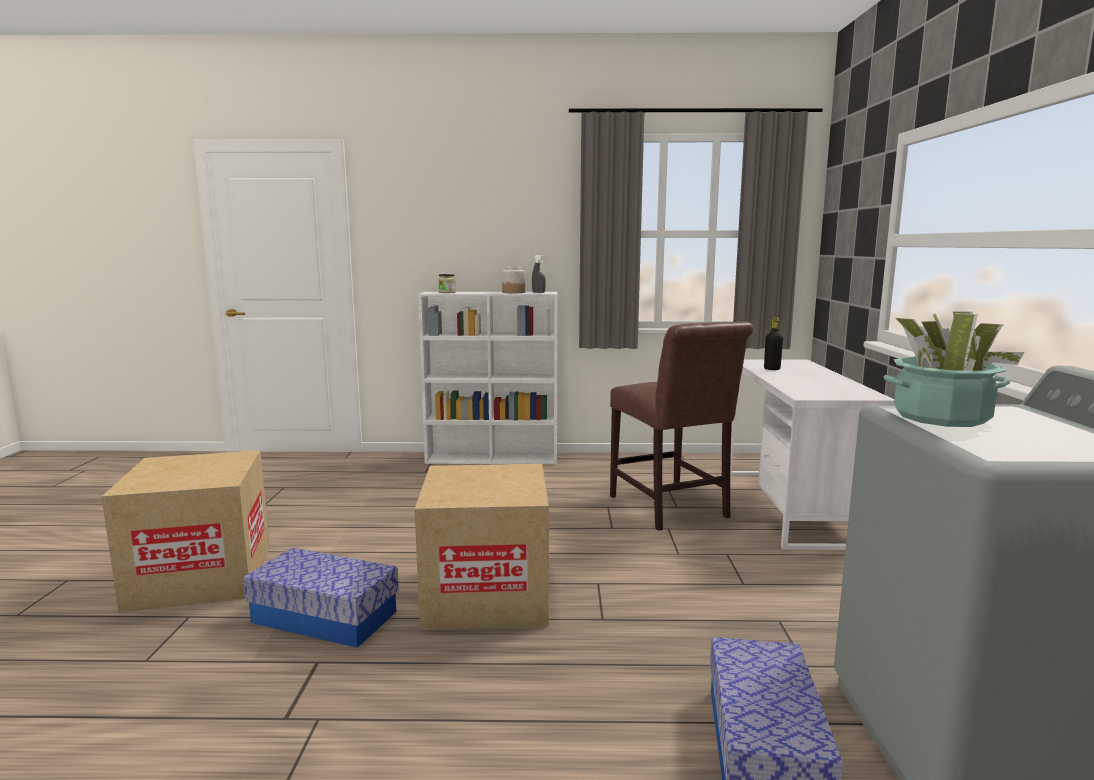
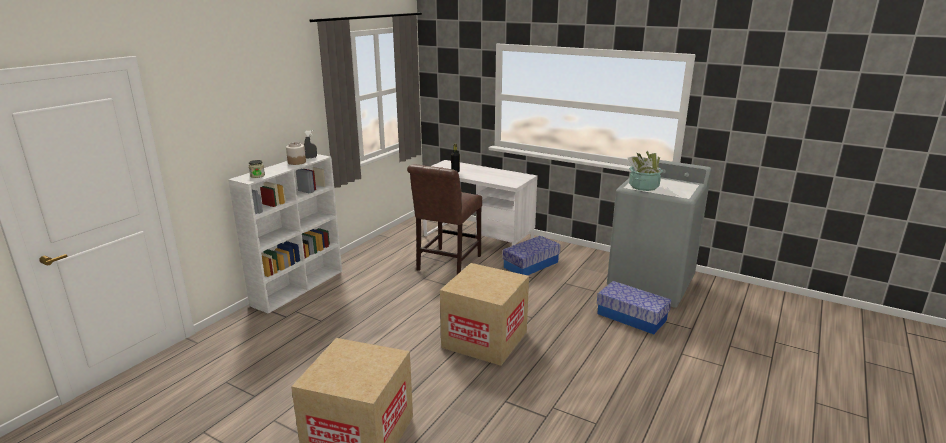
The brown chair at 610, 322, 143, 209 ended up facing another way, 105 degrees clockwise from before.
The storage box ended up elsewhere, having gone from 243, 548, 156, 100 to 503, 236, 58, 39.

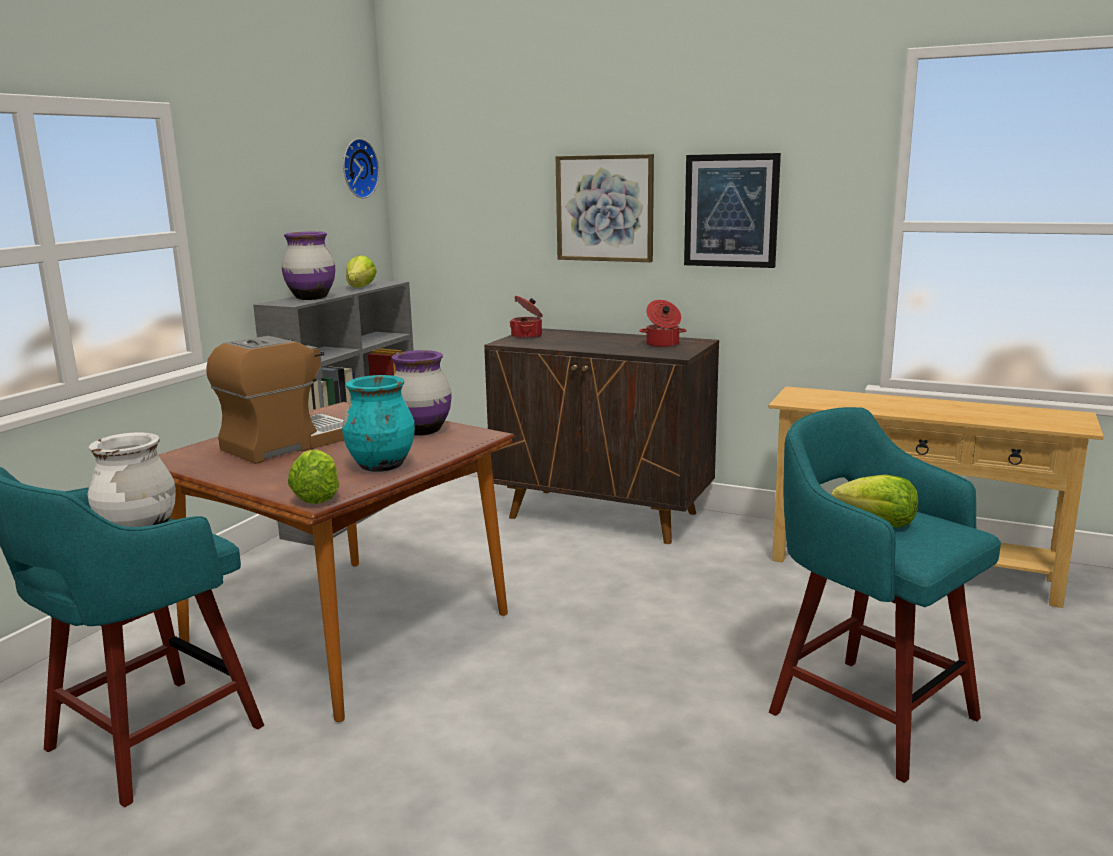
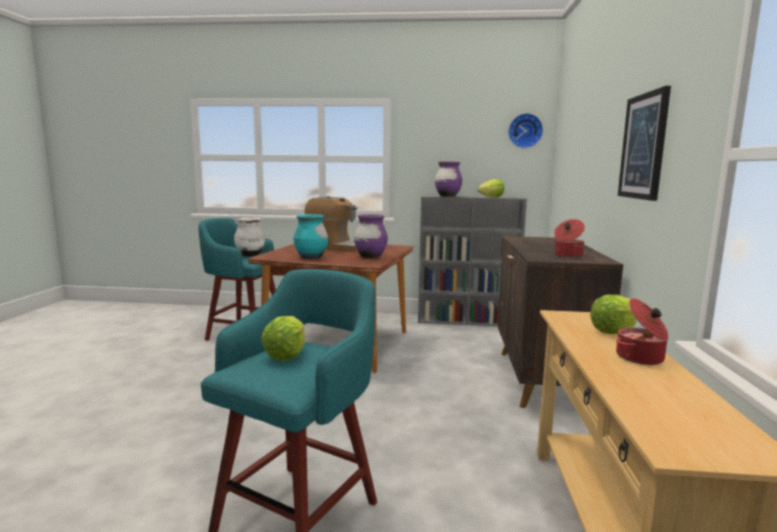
The lettuce ended up elsewhere, having gone from 288, 449, 51, 55 to 590, 295, 48, 39.
The cooking pot ended up elsewhere, having gone from 510, 296, 33, 43 to 616, 298, 52, 67.
The second view lost the picture at 556, 154, 98, 108.

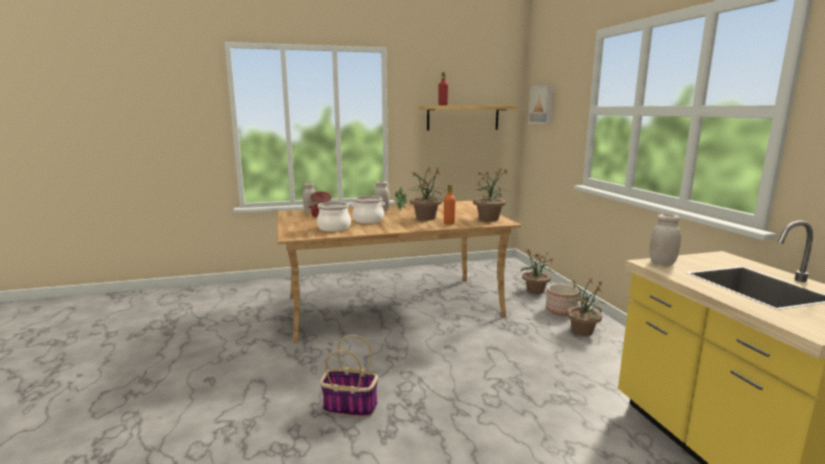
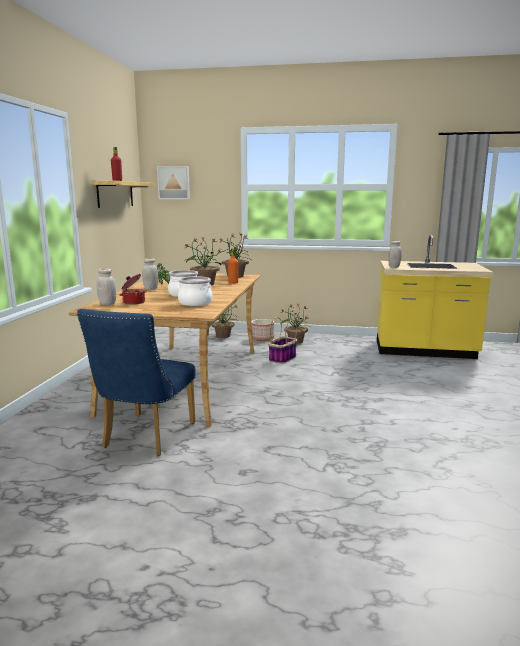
The second view gained the blue chair at 77, 309, 119, 147.
The basket ended up elsewhere, having gone from 320, 335, 58, 82 to 268, 317, 29, 47.

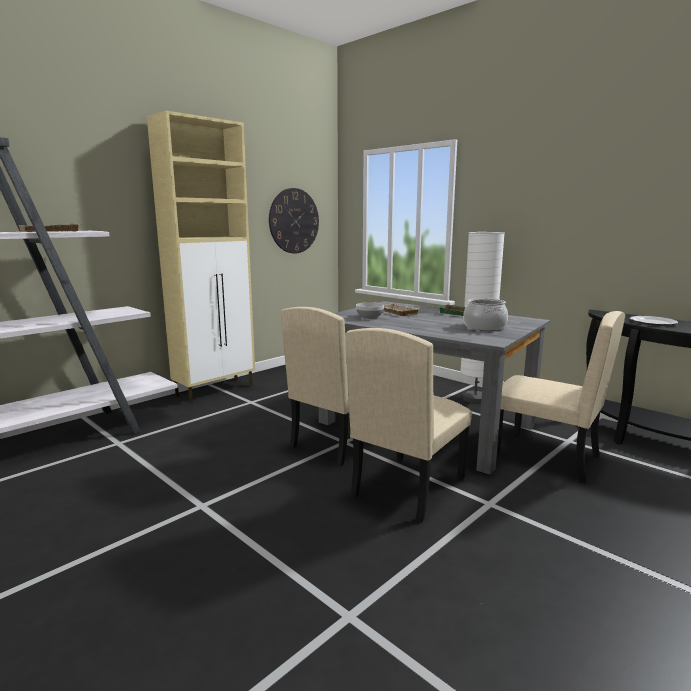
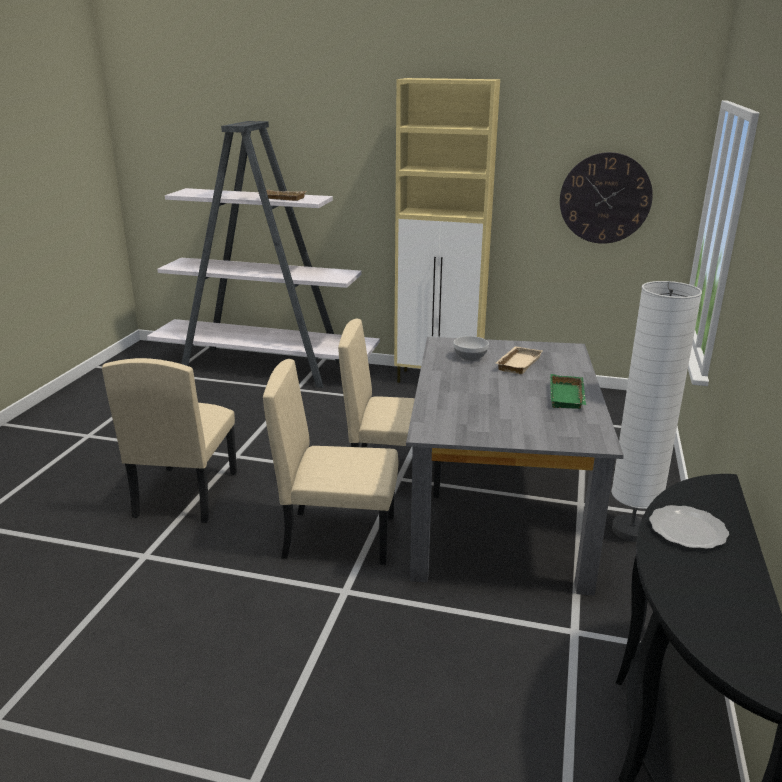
The beige chair ended up elsewhere, having gone from 496, 311, 129, 172 to 102, 358, 135, 165.
The second view lost the cooking pot at 463, 298, 45, 33.

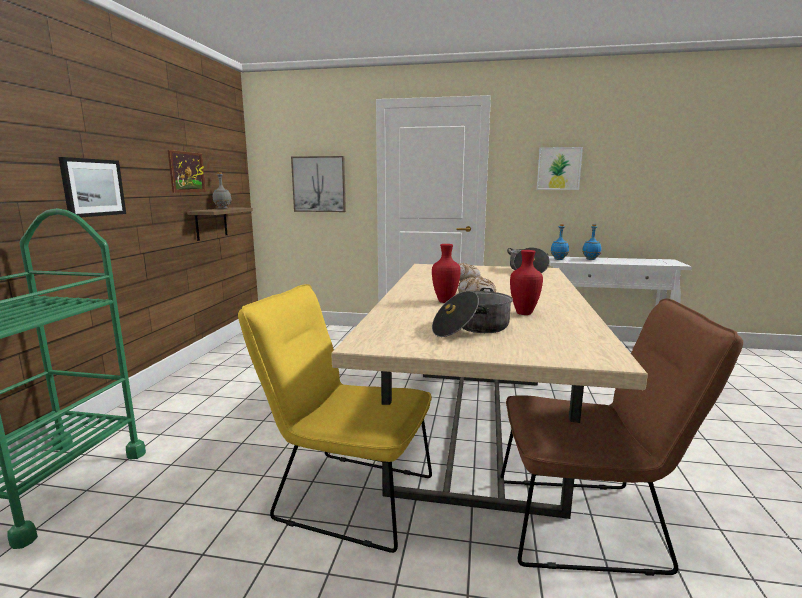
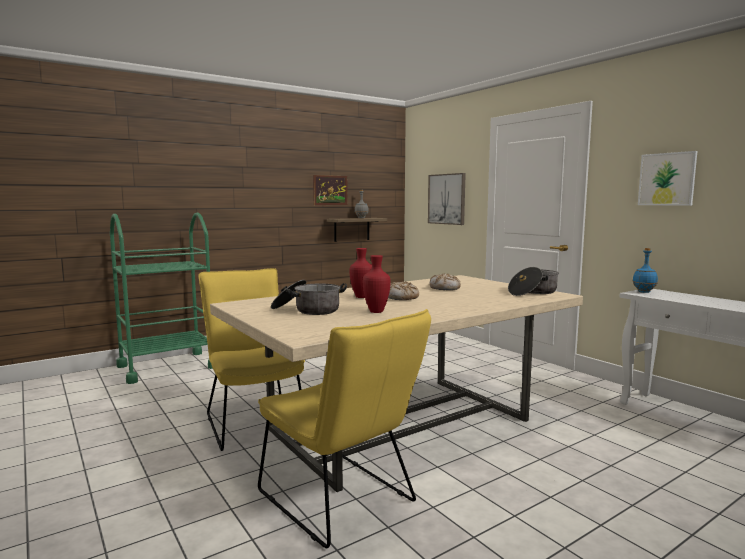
What was the brown chair at 501, 298, 242, 278 turned into the yellow chair at 258, 309, 173, 239.
The second view lost the picture at 58, 157, 68, 60.
The second view lost the blue bottle at 583, 224, 18, 36.

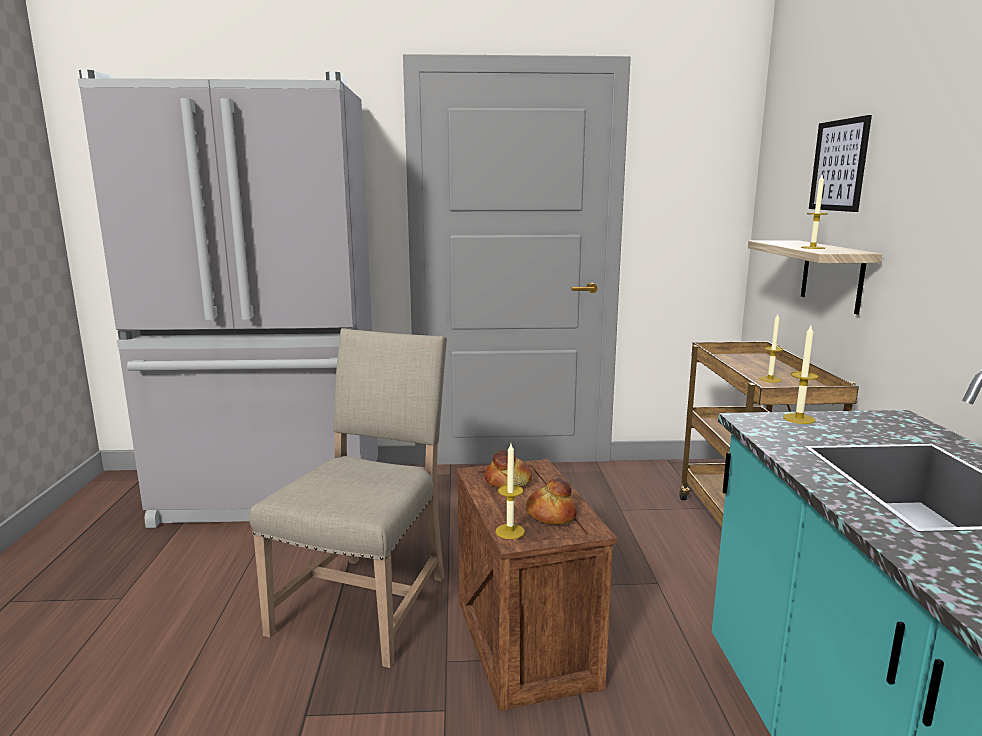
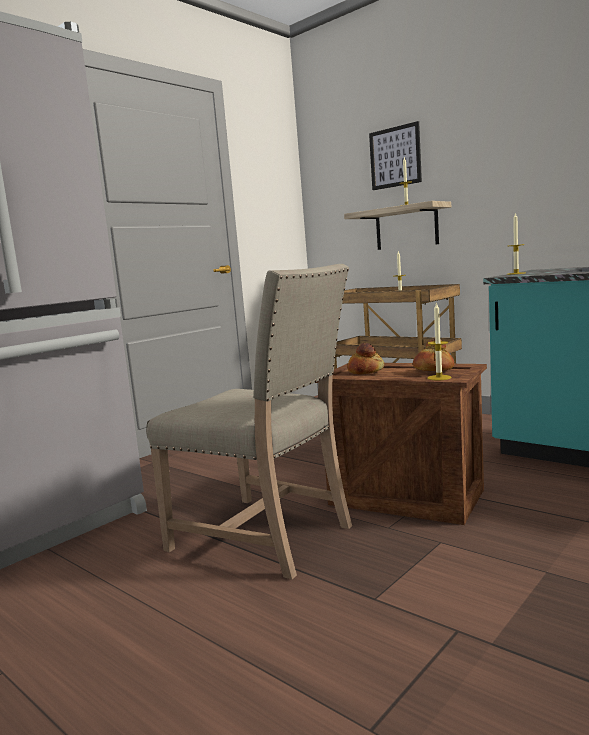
The beige chair at 249, 328, 198, 340 ended up facing another way, 150 degrees clockwise from before.

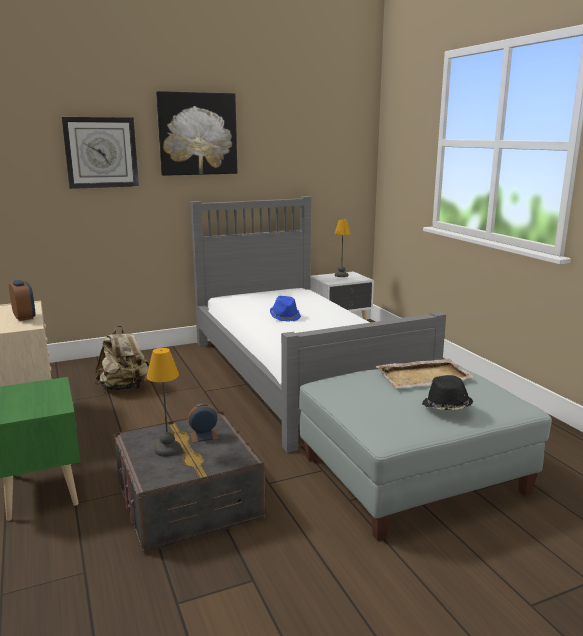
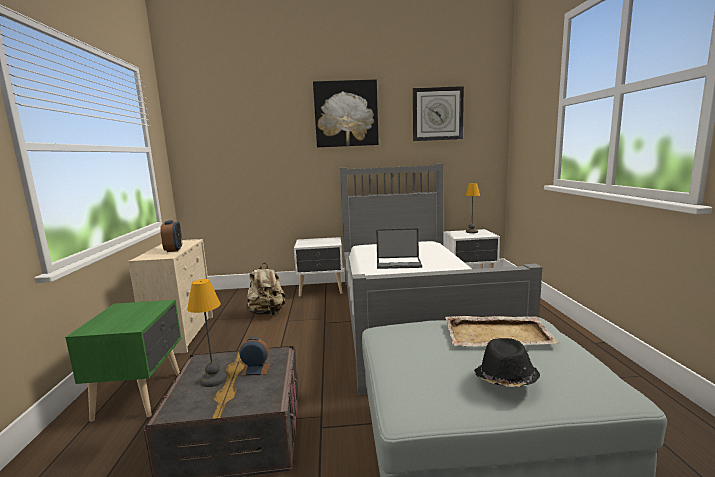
The second view gained the white nightstand at 294, 237, 49, 59.
Where the blue hat stood at 270, 296, 31, 26, the laptop came to stand at 376, 228, 46, 41.
The wall clock ended up elsewhere, having gone from 62, 117, 77, 72 to 413, 86, 51, 55.

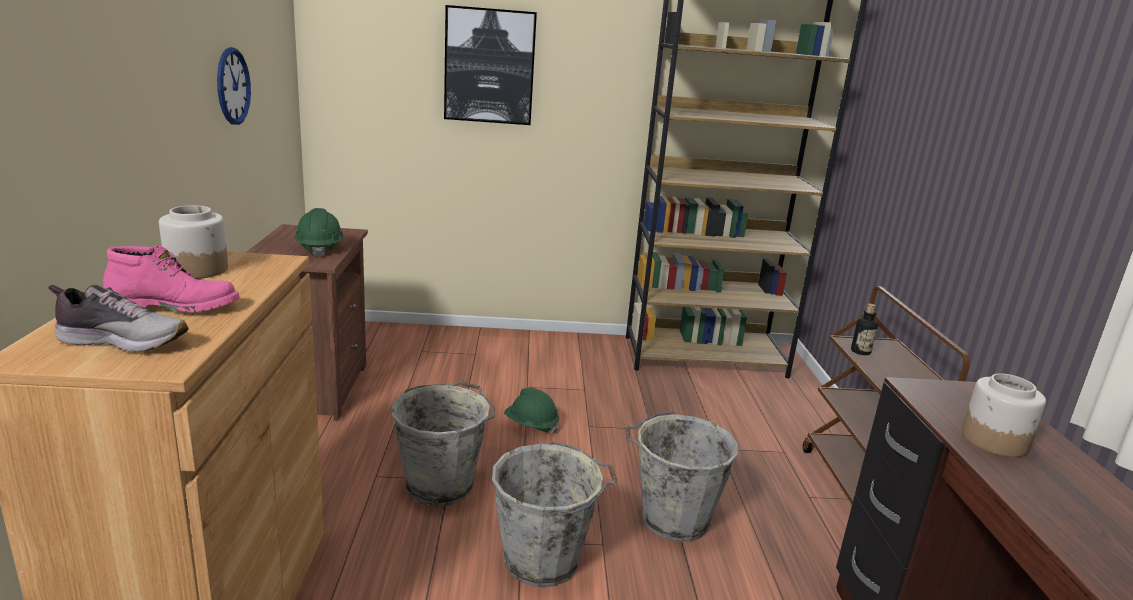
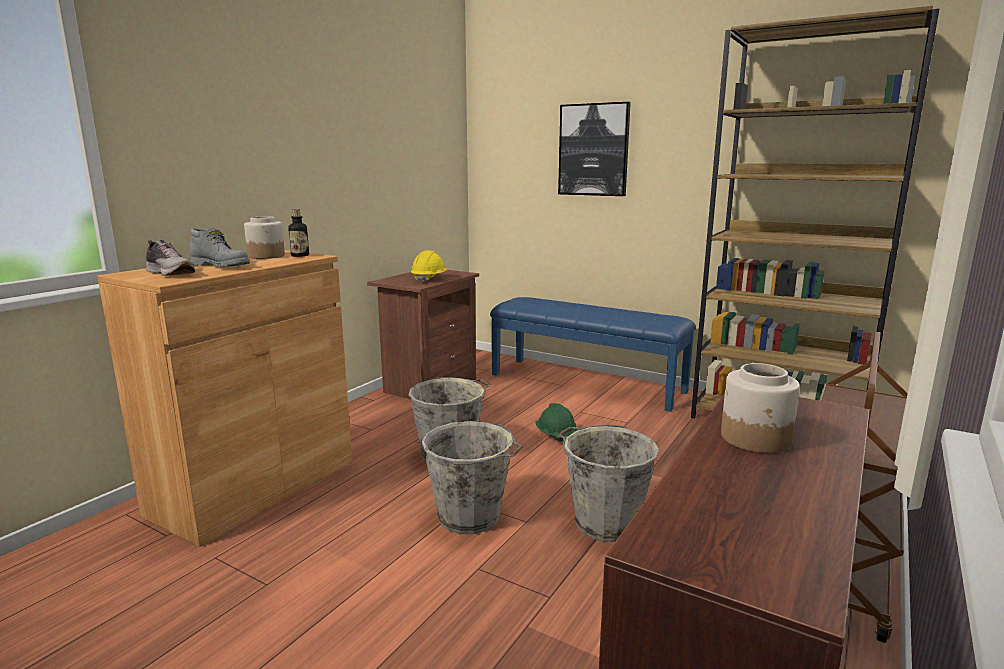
What was the pink boot at 103, 246, 136, 66 turned into the grey boot at 189, 228, 61, 39.
The bottle ended up elsewhere, having gone from 851, 304, 27, 51 to 288, 209, 21, 48.
What was the green hard hat at 295, 208, 49, 49 turned into the yellow hard hat at 411, 250, 36, 33.
The second view gained the blue bench at 490, 297, 206, 115.
The second view lost the wall clock at 217, 47, 34, 78.

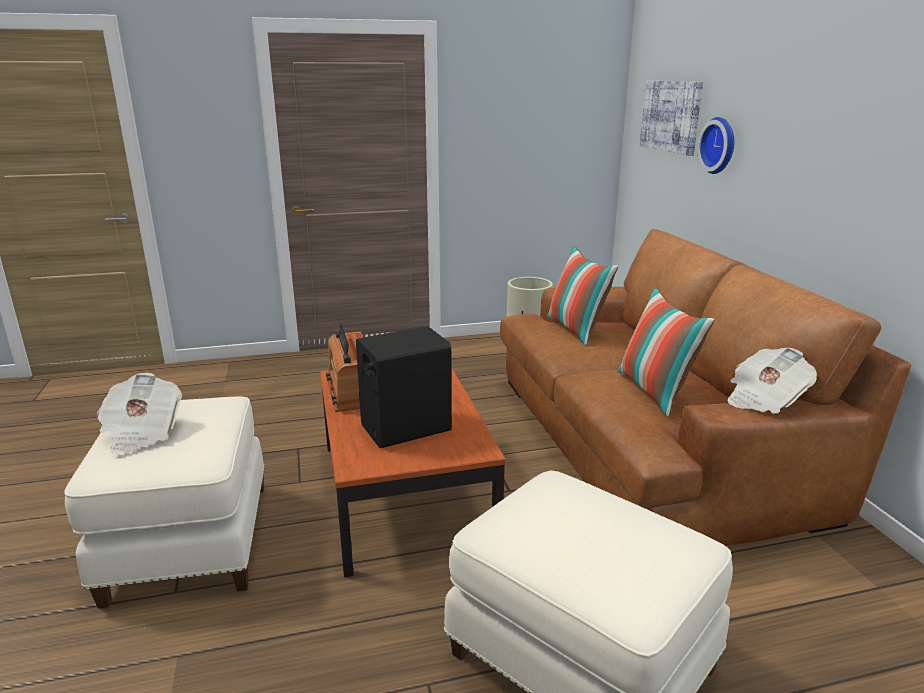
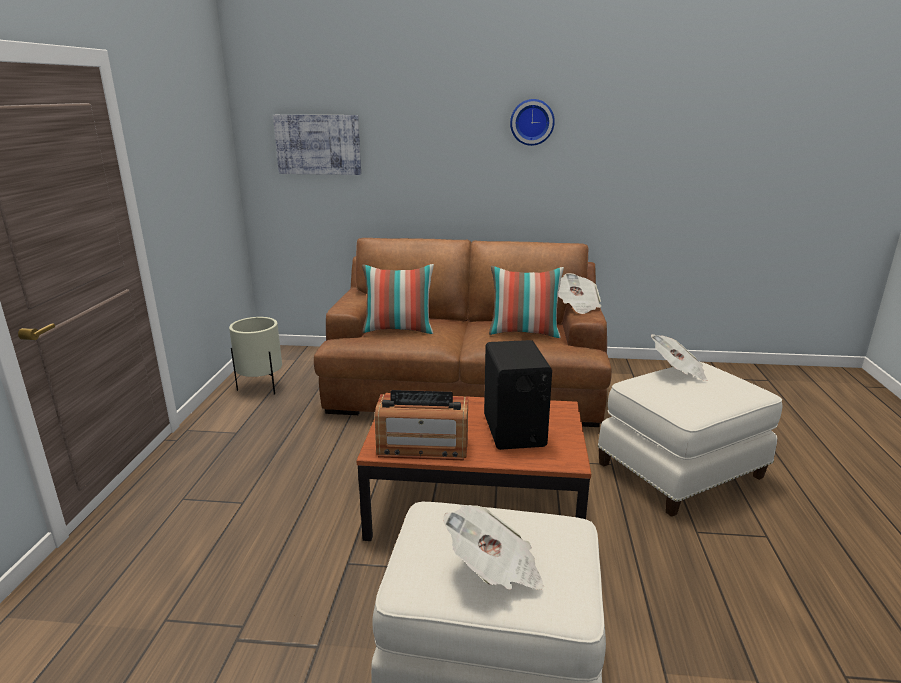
The wall clock ended up elsewhere, having gone from 697, 117, 37, 57 to 510, 99, 45, 47.
The second view gained the newspaper at 651, 334, 57, 47.

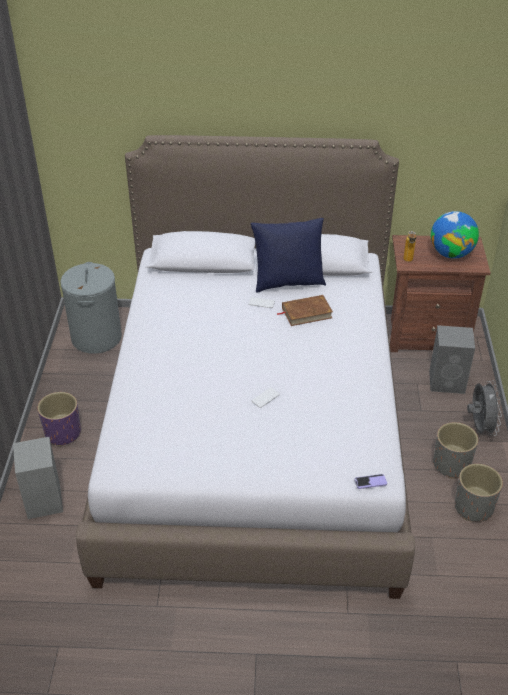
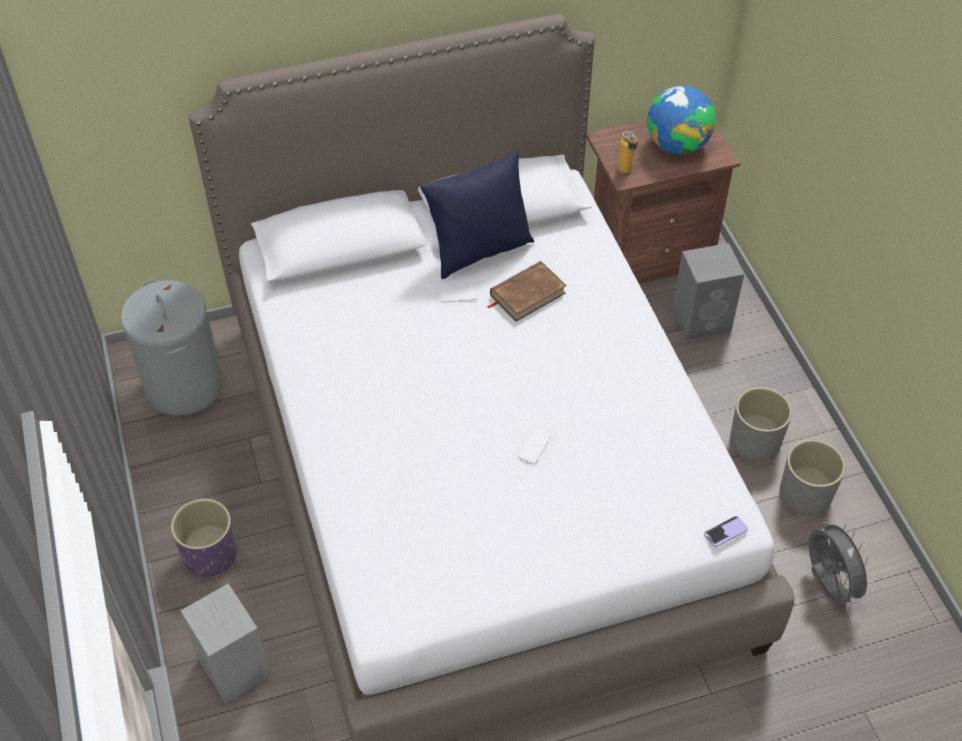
The grey fan ended up elsewhere, having gone from 467, 380, 35, 56 to 808, 518, 66, 86.

